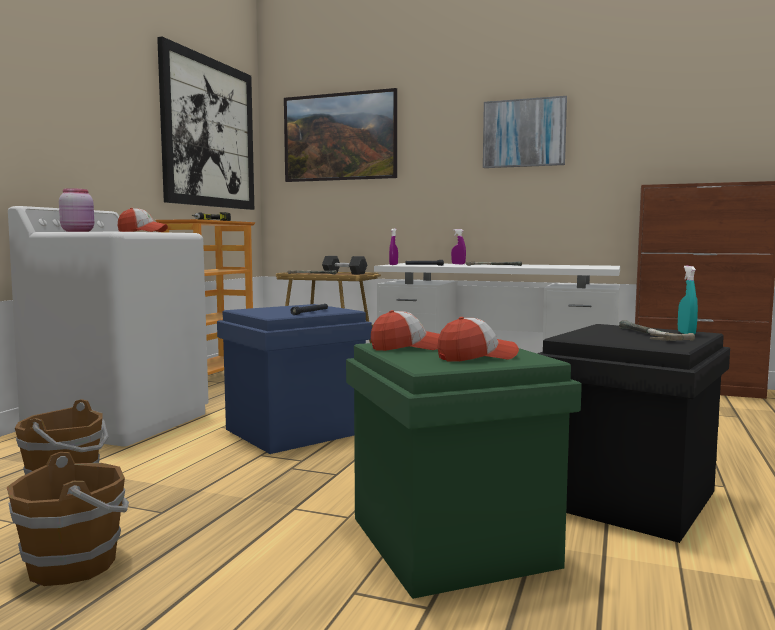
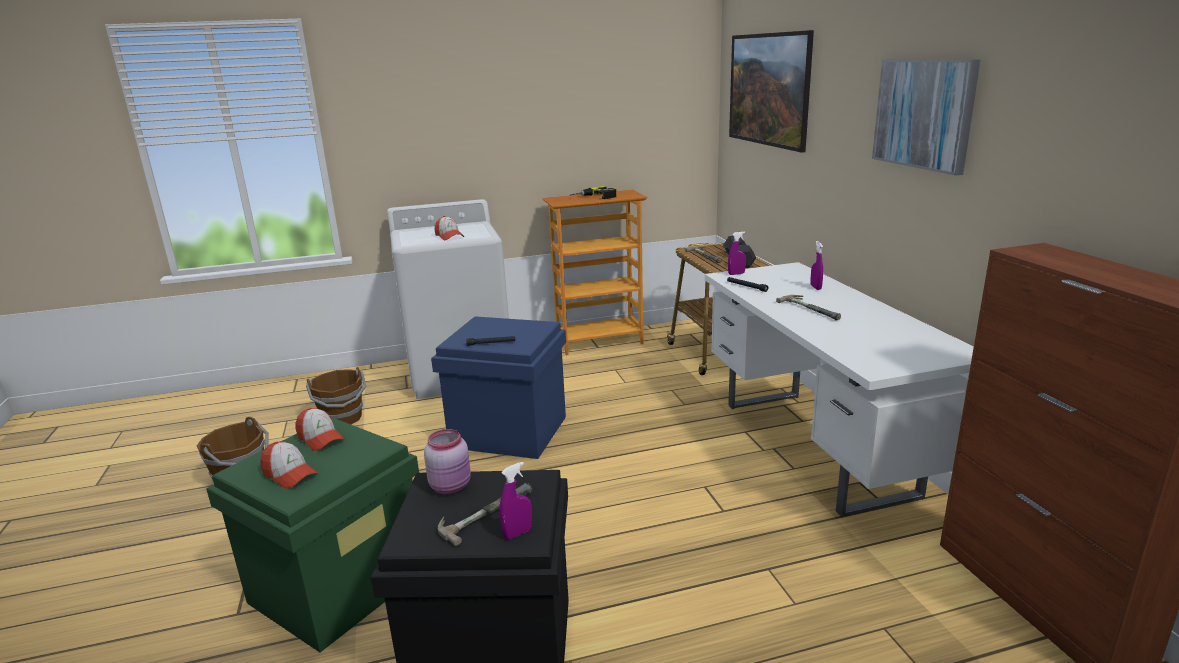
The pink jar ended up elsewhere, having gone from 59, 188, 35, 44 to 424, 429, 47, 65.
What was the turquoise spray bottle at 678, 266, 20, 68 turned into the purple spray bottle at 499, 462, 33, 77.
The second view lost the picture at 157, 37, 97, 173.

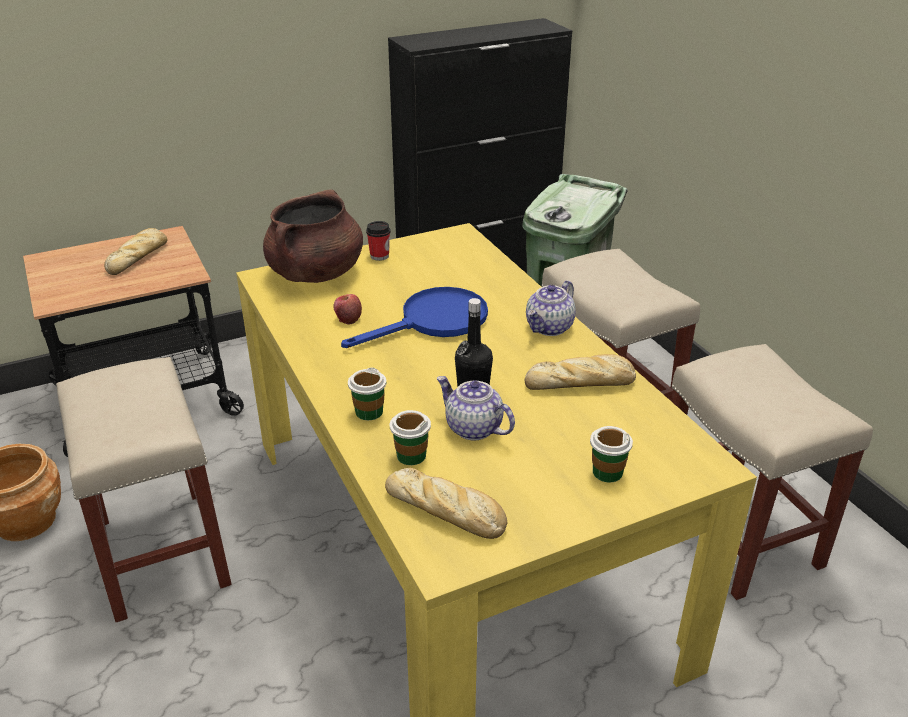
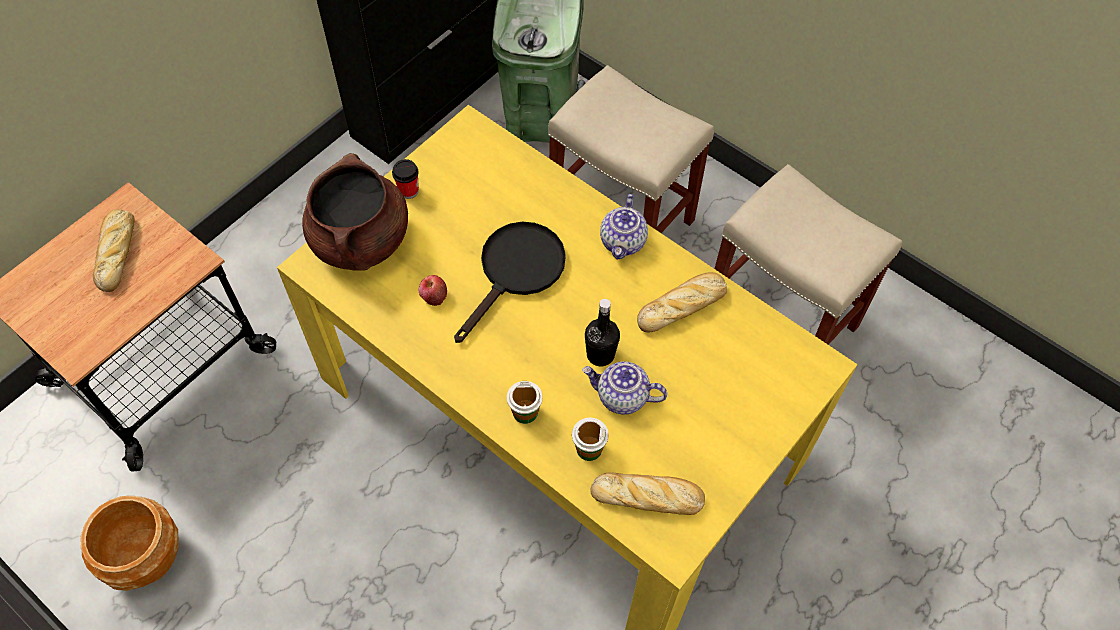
What was the blue frying pan at 341, 287, 147, 61 turned into the black frying pan at 454, 222, 112, 121.
The second view lost the beige stool at 56, 357, 176, 265.
The second view lost the cup at 590, 426, 43, 56.

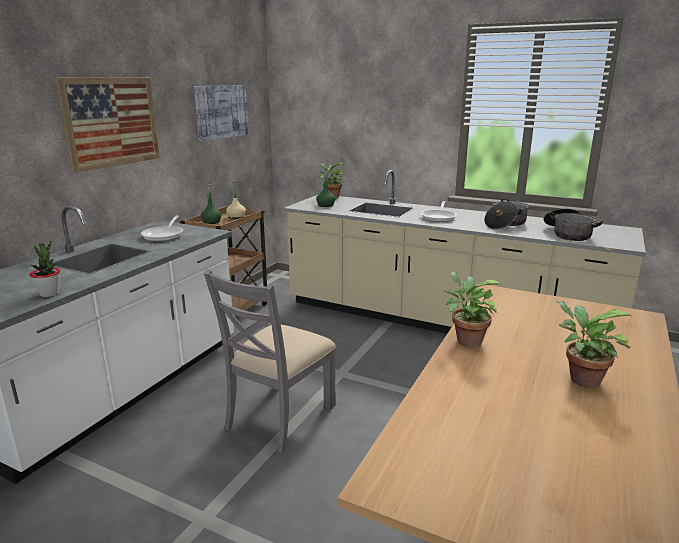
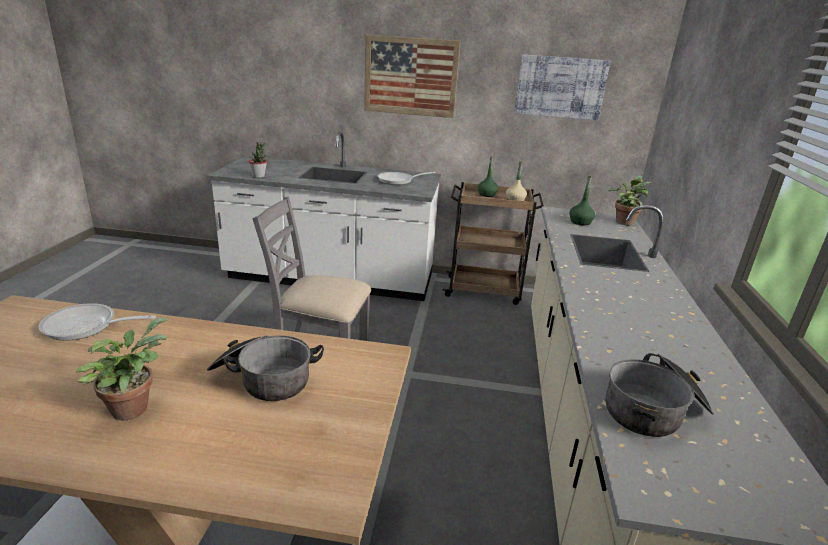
The frying pan ended up elsewhere, having gone from 421, 201, 36, 21 to 38, 303, 118, 38.
The cooking pot ended up elsewhere, having gone from 484, 199, 45, 30 to 207, 335, 117, 66.
The second view lost the potted plant at 444, 272, 57, 75.

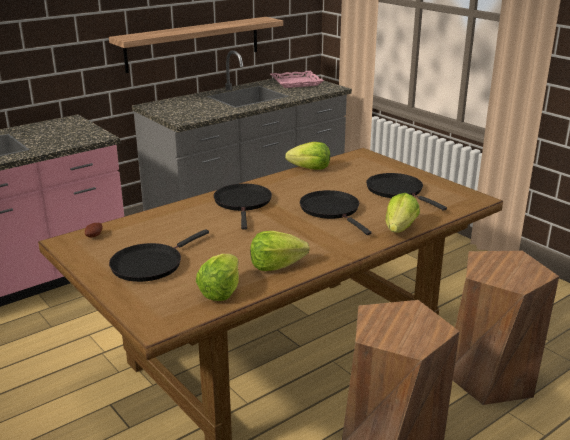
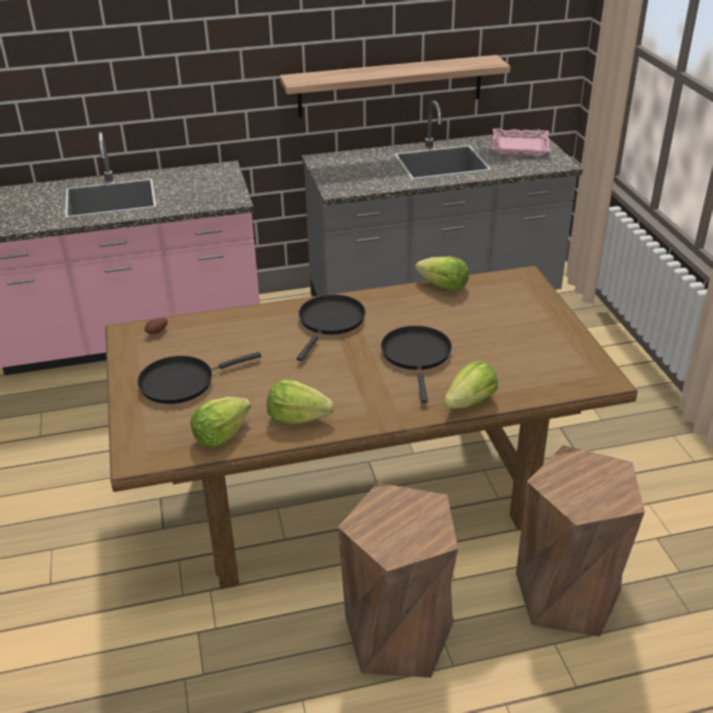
The second view lost the black frying pan at 366, 173, 81, 38.

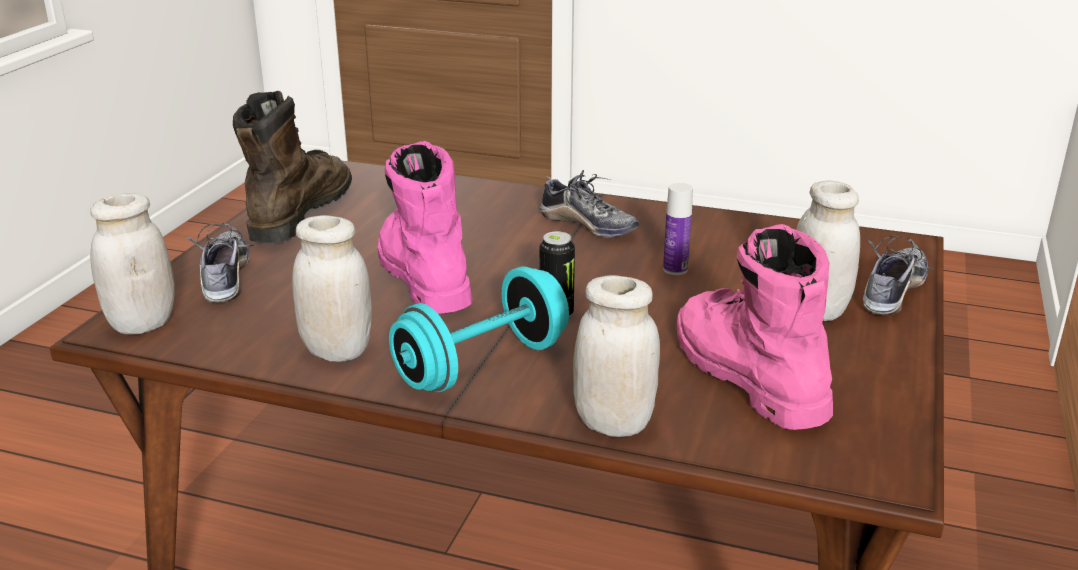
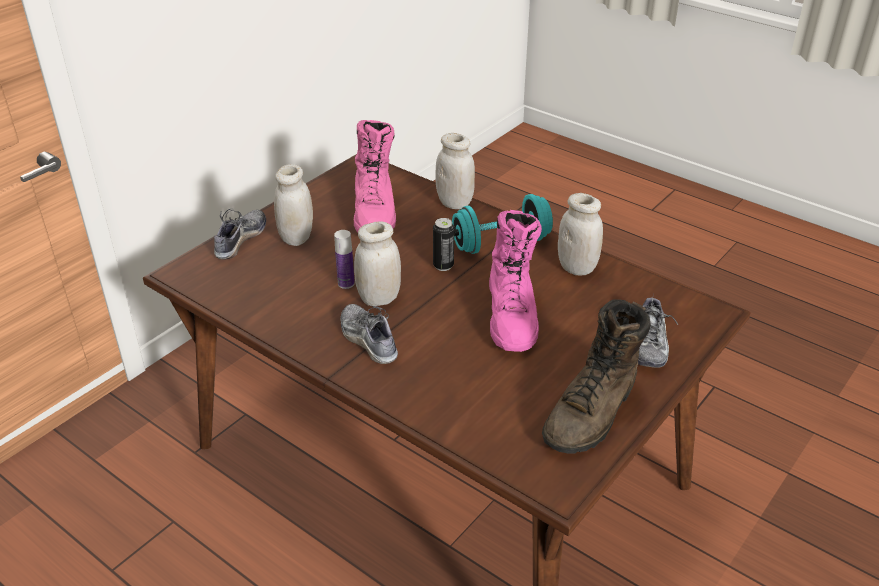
The shoe at 863, 236, 70, 79 ended up facing another way, 150 degrees clockwise from before.
The white jar ended up elsewhere, having gone from 90, 193, 85, 142 to 354, 221, 47, 85.

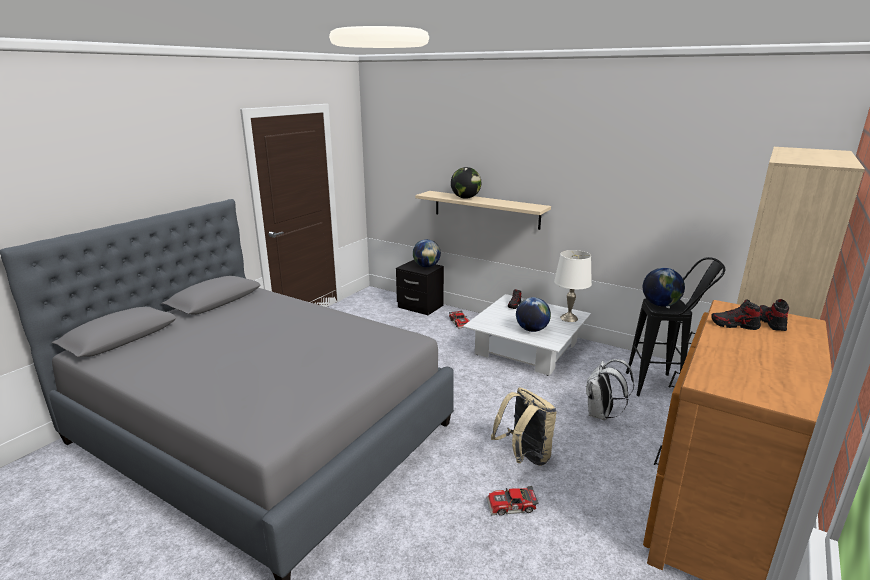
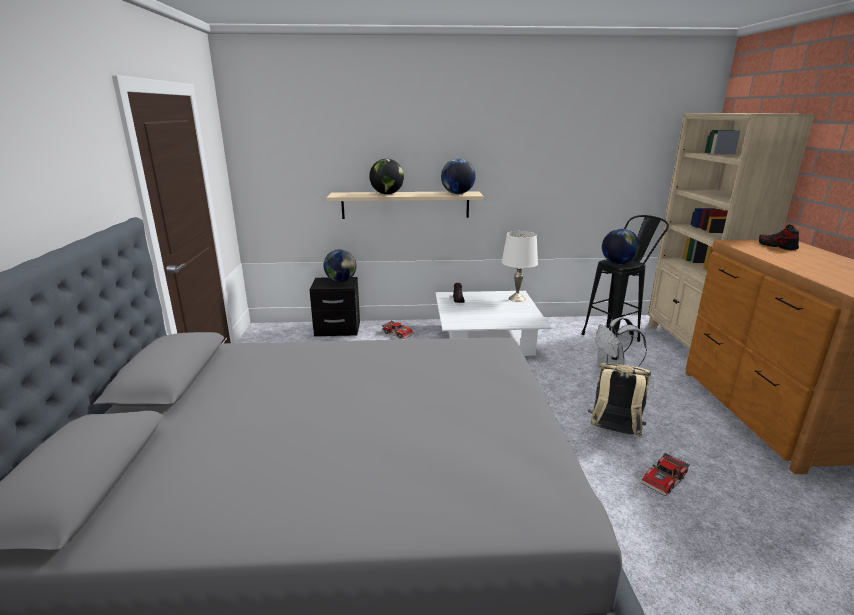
The globe ended up elsewhere, having gone from 516, 297, 35, 35 to 441, 159, 35, 35.
The second view lost the shoe at 711, 300, 50, 30.

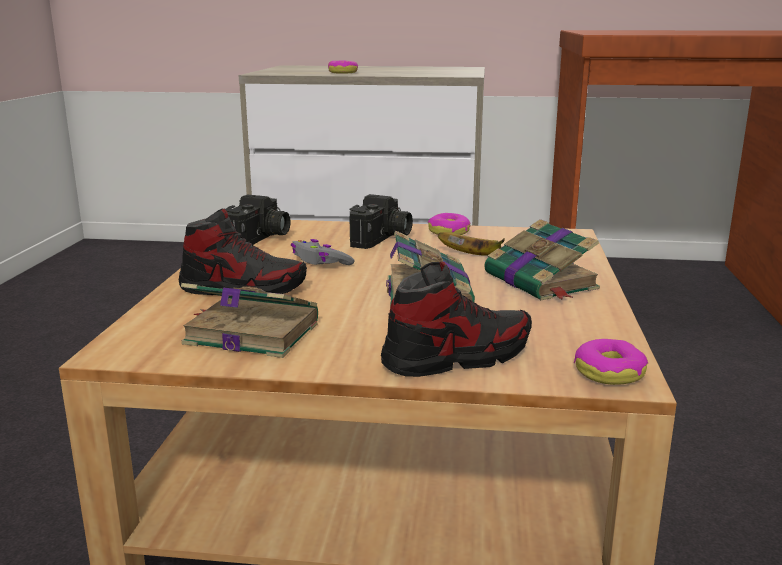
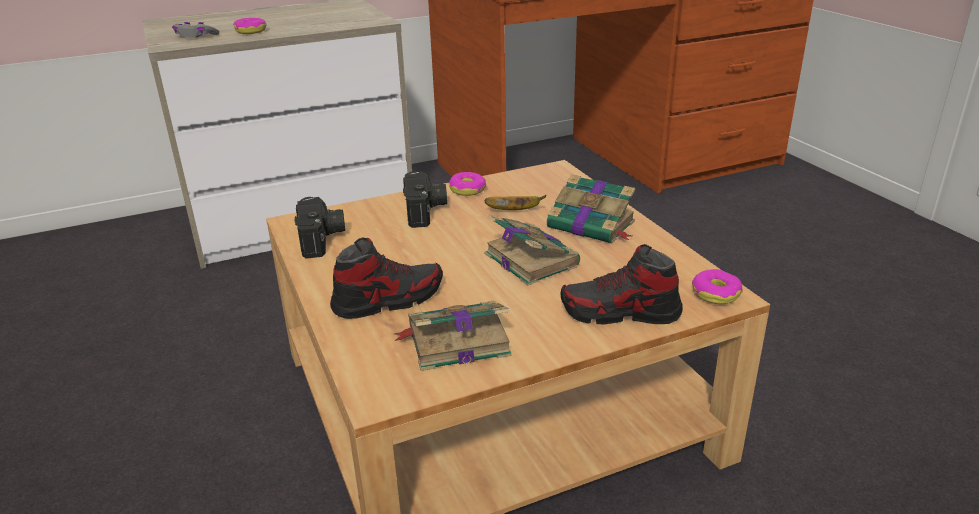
The grey game controller ended up elsewhere, having gone from 291, 239, 64, 26 to 172, 22, 47, 15.
The shoe at 381, 262, 151, 115 ended up facing another way, 120 degrees counterclockwise from before.

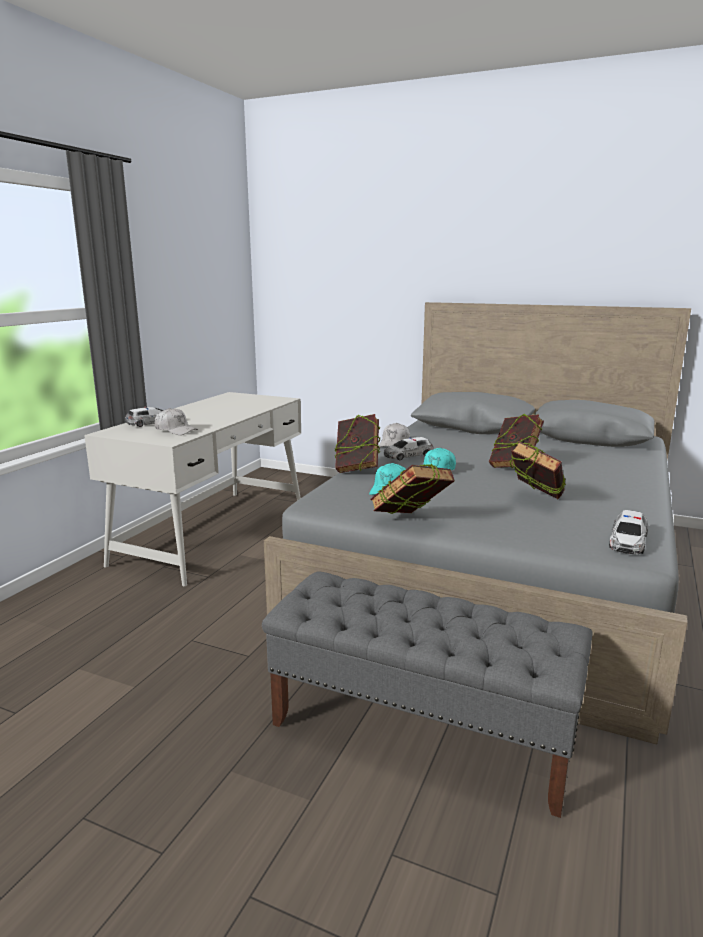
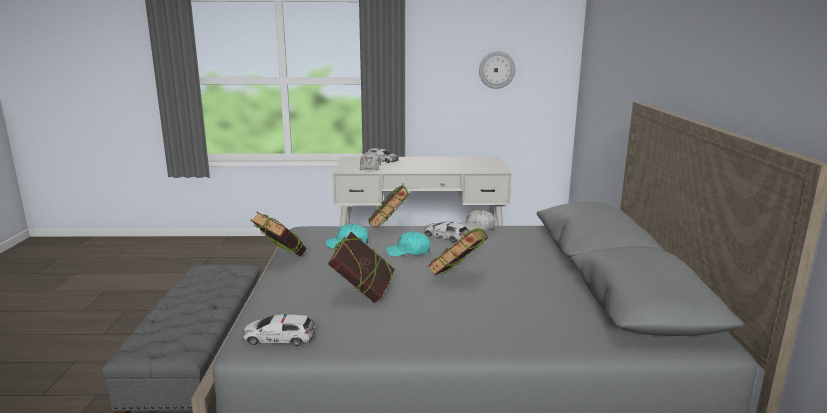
The second view gained the wall clock at 479, 51, 37, 38.

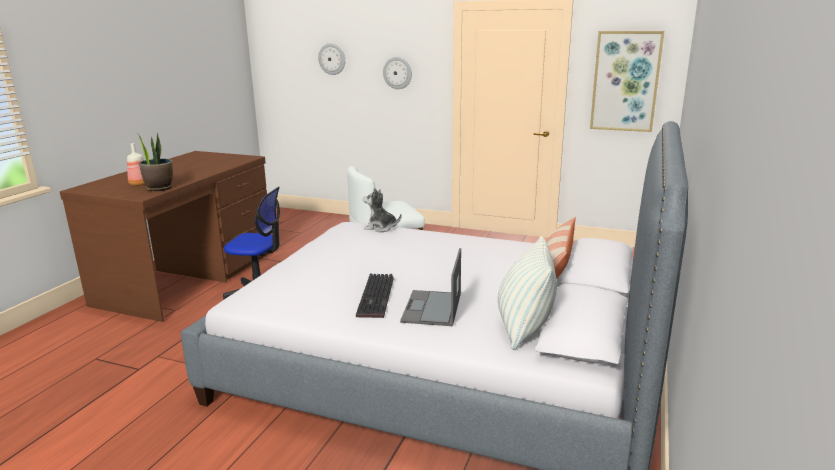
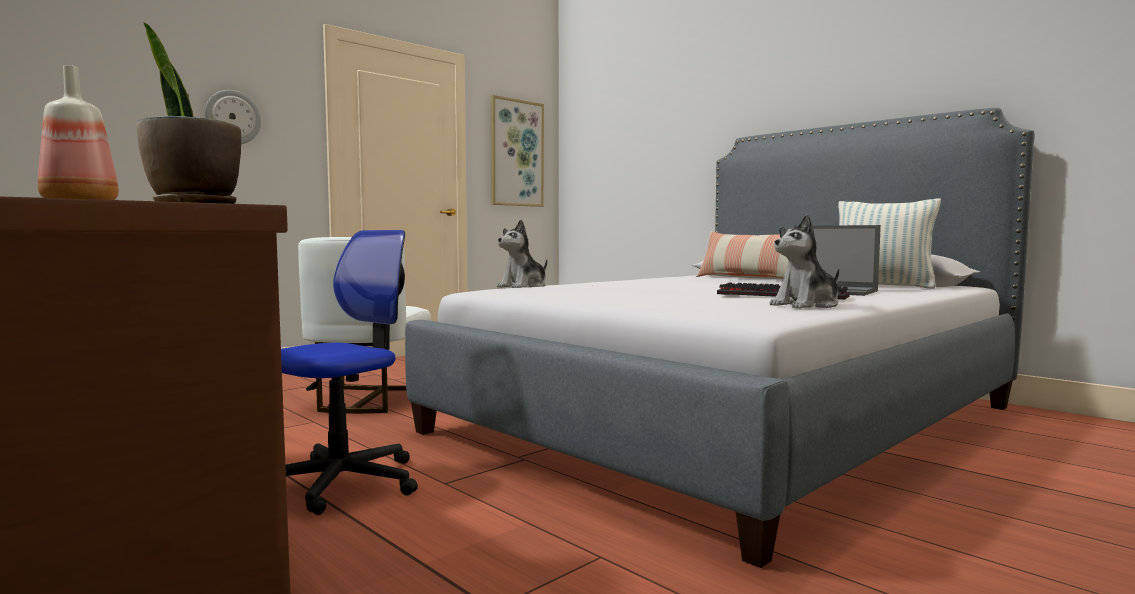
The second view gained the plush toy at 769, 214, 70, 94.
The second view lost the wall clock at 318, 43, 27, 32.

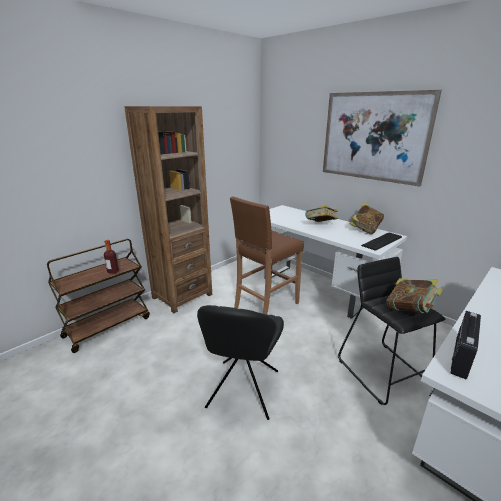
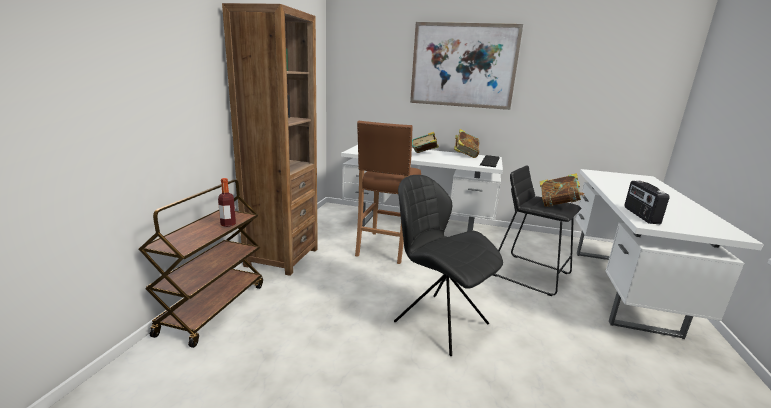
The black chair at 197, 305, 87, 115 ended up facing another way, 150 degrees clockwise from before.

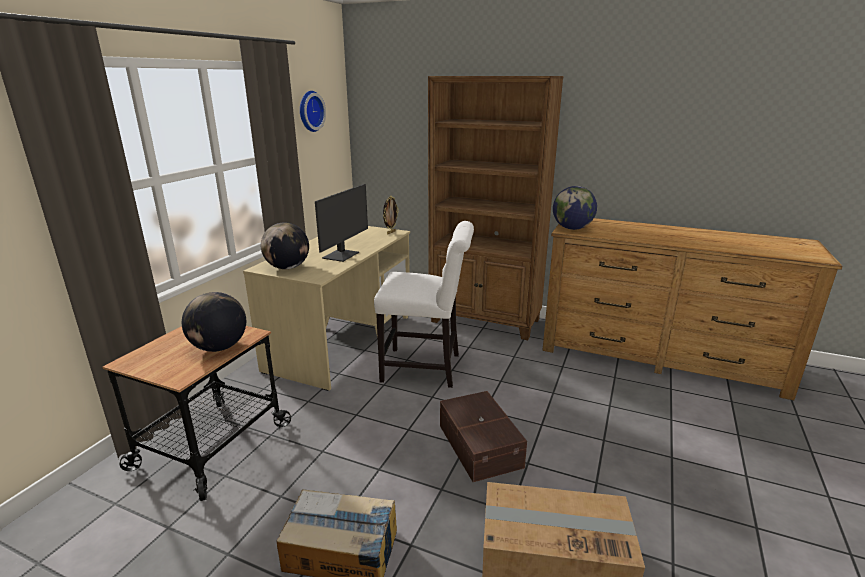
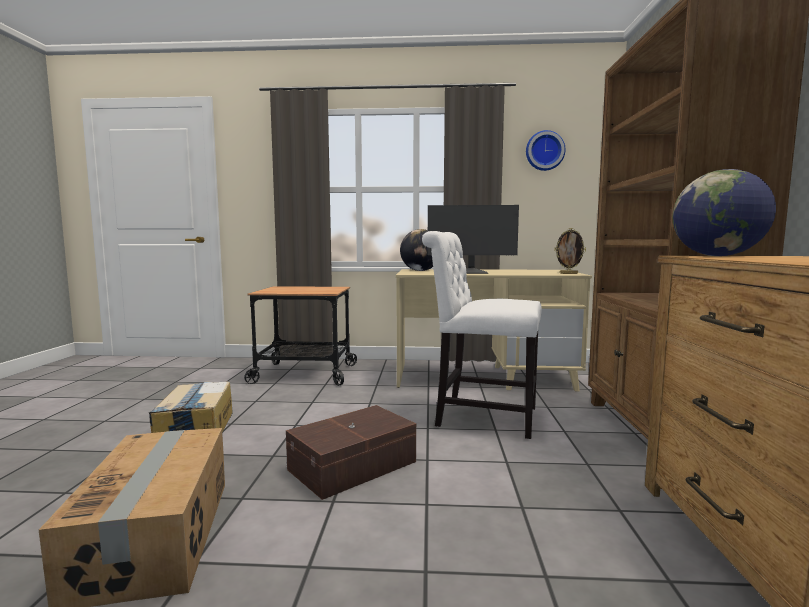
The white chair at 374, 221, 100, 167 ended up facing another way, 120 degrees clockwise from before.
The second view lost the globe at 182, 292, 64, 60.

